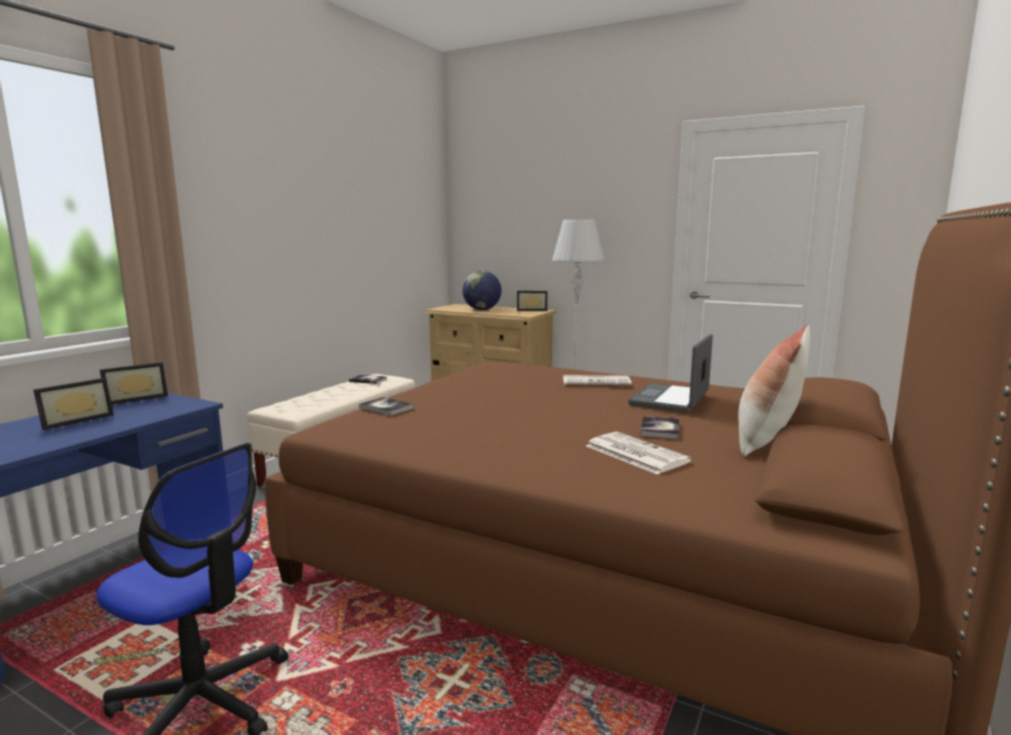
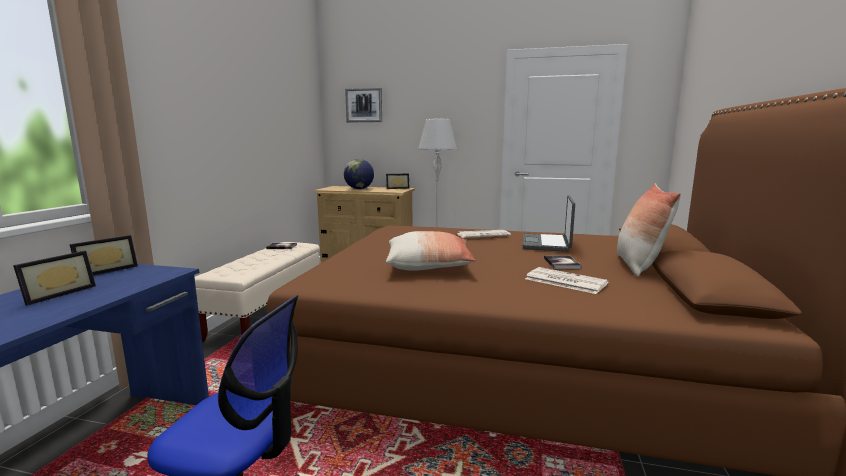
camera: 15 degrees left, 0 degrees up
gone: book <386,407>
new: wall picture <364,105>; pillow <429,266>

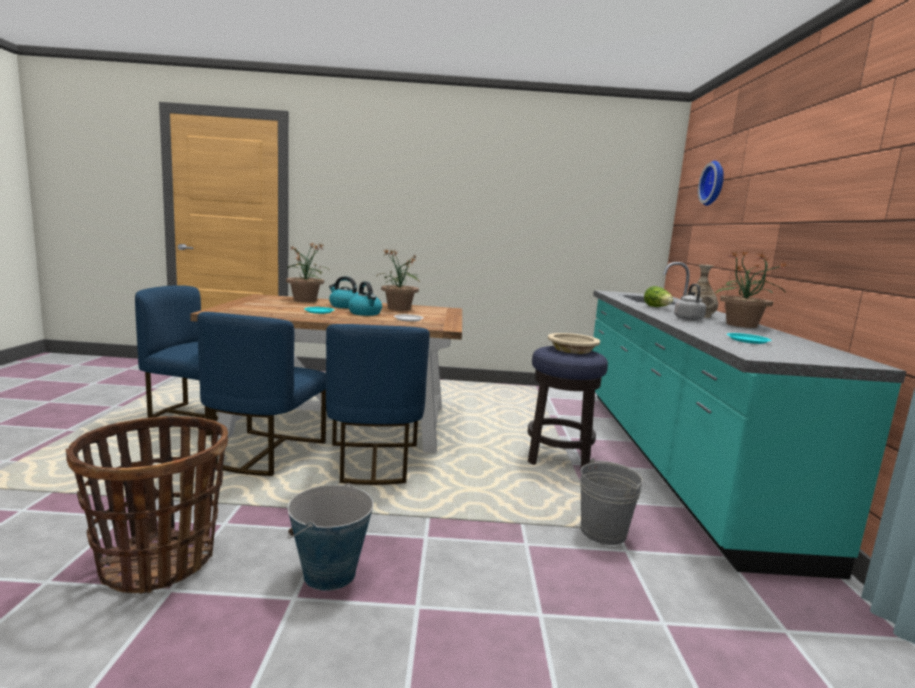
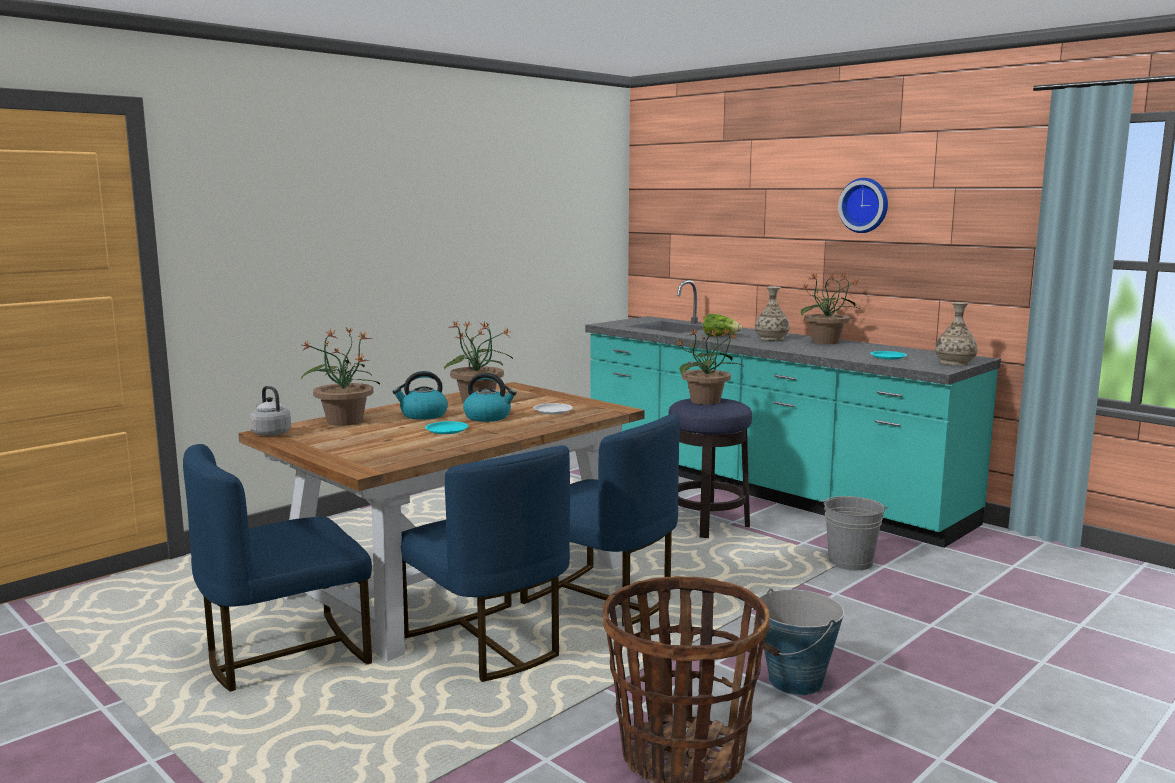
camera: 45 degrees left, 0 degrees up
new: flower vase <954,362>
shifted: greyish water kettle <687,319> to <270,433>; clock on the wall <714,183> to <865,205>
swapped: sand-coloured deep dish <572,349> to plant in a pot <706,401>

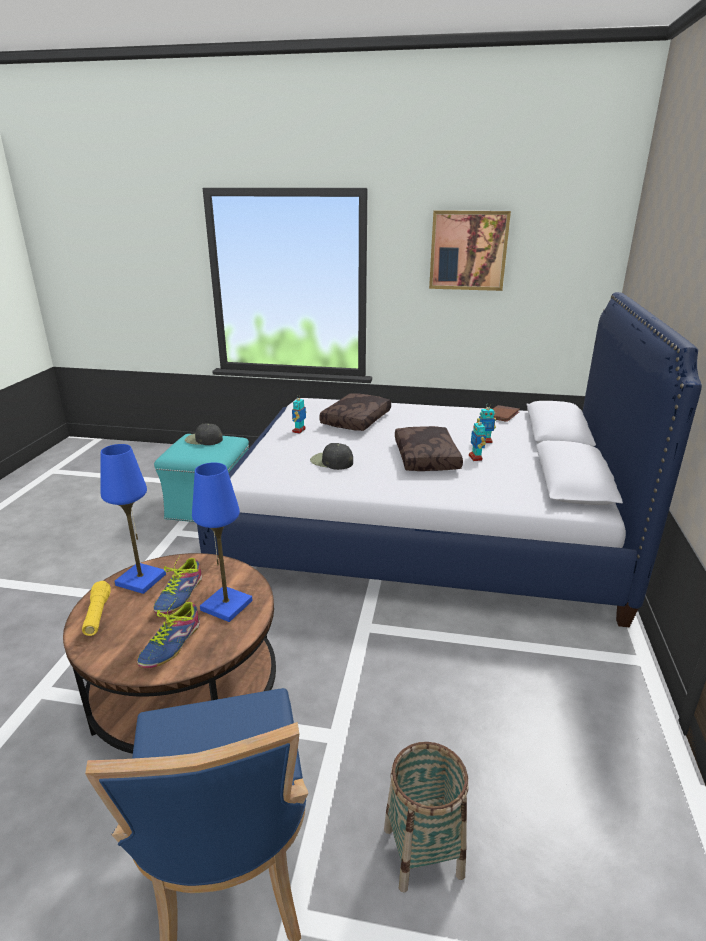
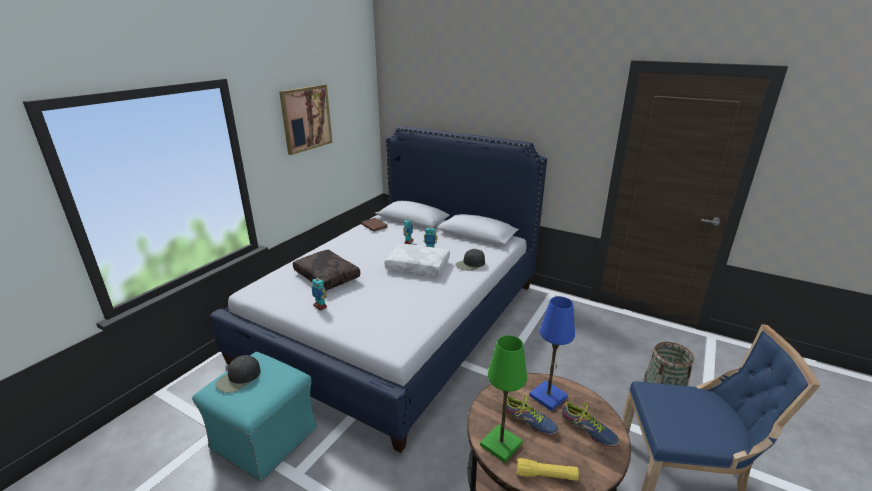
camera: 70 degrees left, 0 degrees up
shifted: black-coloured peaked cap <331,461> to <470,264>
repainted: brown pillow <427,458> to white-coloured pillow <418,265>; bluish tabletop lamp <141,580> to green tabletop lamp <501,444>

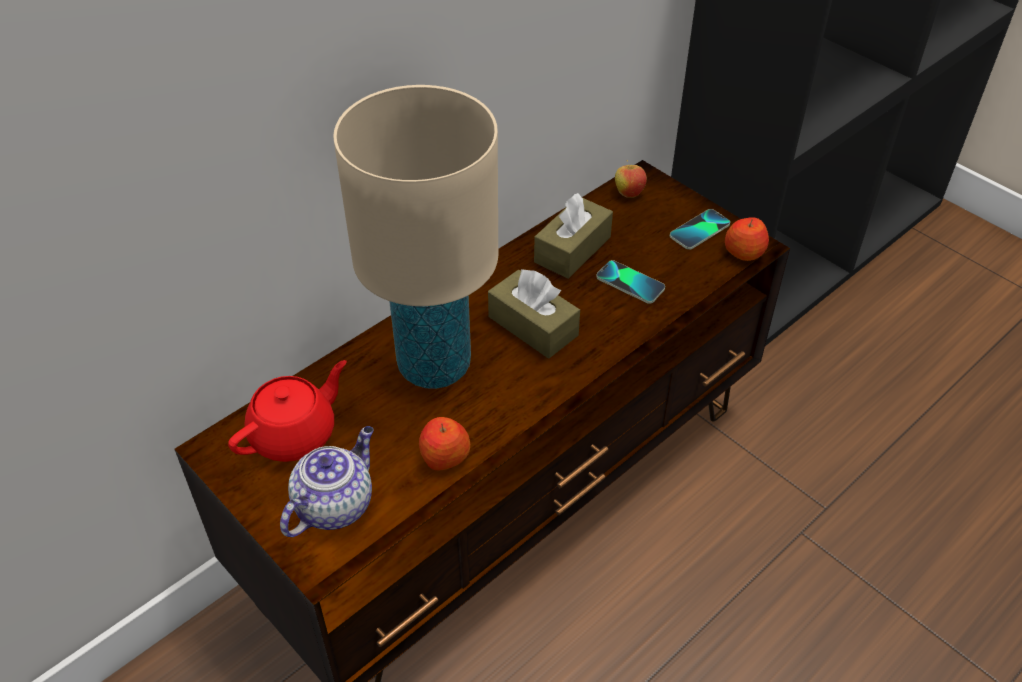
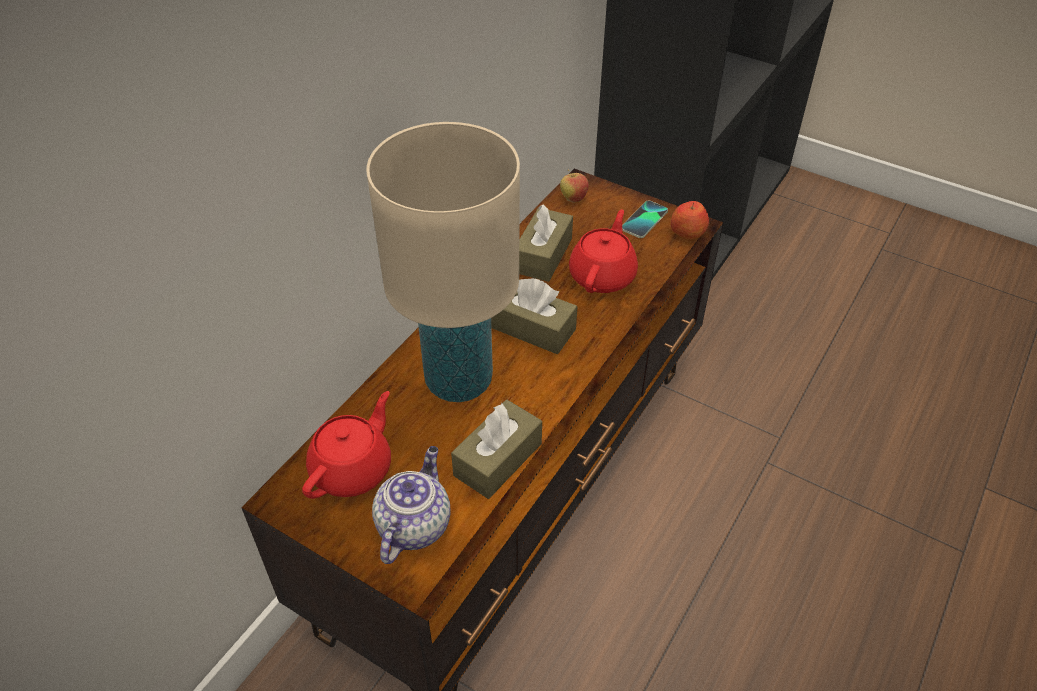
camera: 15 degrees left, 0 degrees up
swapped: apple <444,456> to brown box of tissues <498,459>; telephone <630,283> to red-coloured tea pot <603,275>

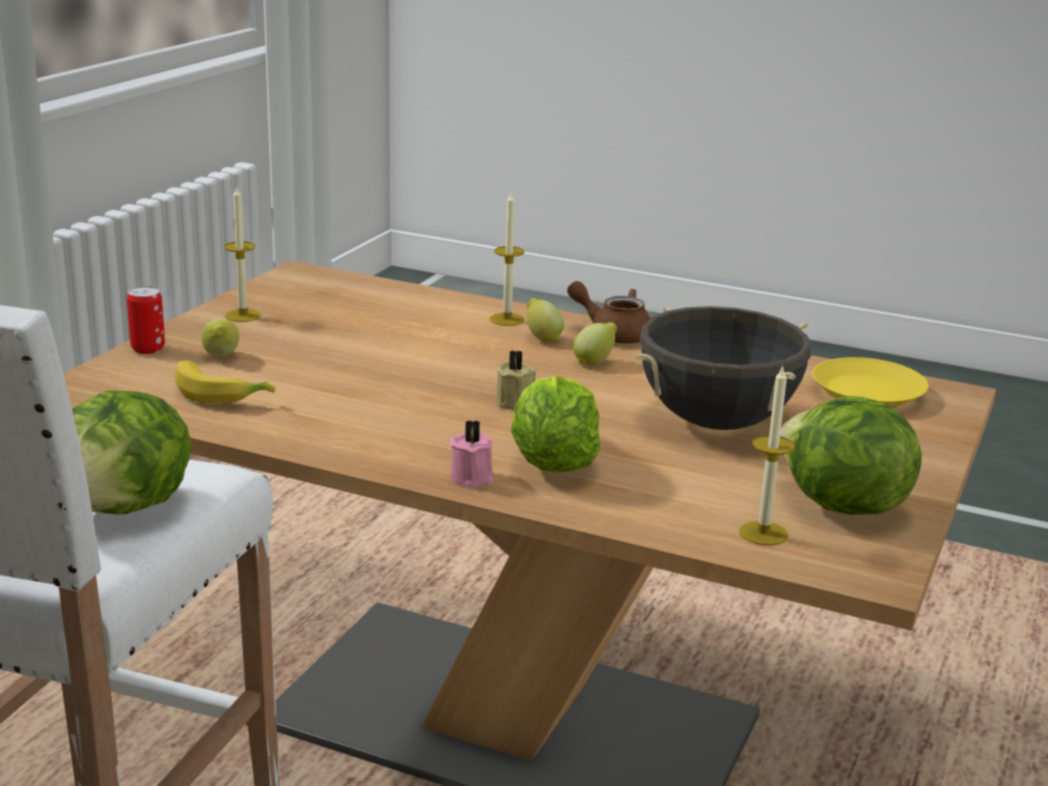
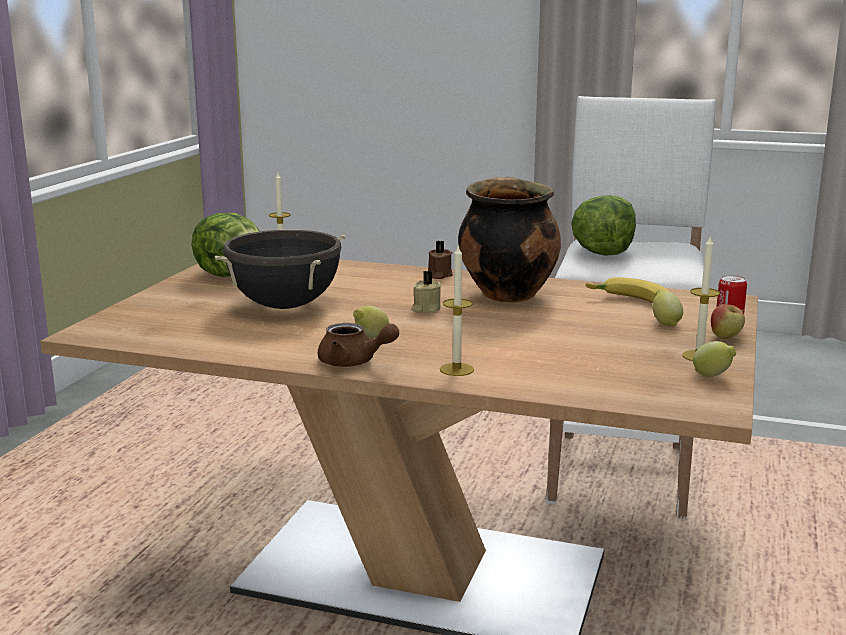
camera: 175 degrees right, 5 degrees down
gone: head of lettuce <552,463>; yellowish dinner plate <867,393>
new: stockpot <506,294>; apple <725,338>
shifted: lemon <542,338> to <713,376>
repainted: pink-coloured candle <473,476> to brown candle <439,275>

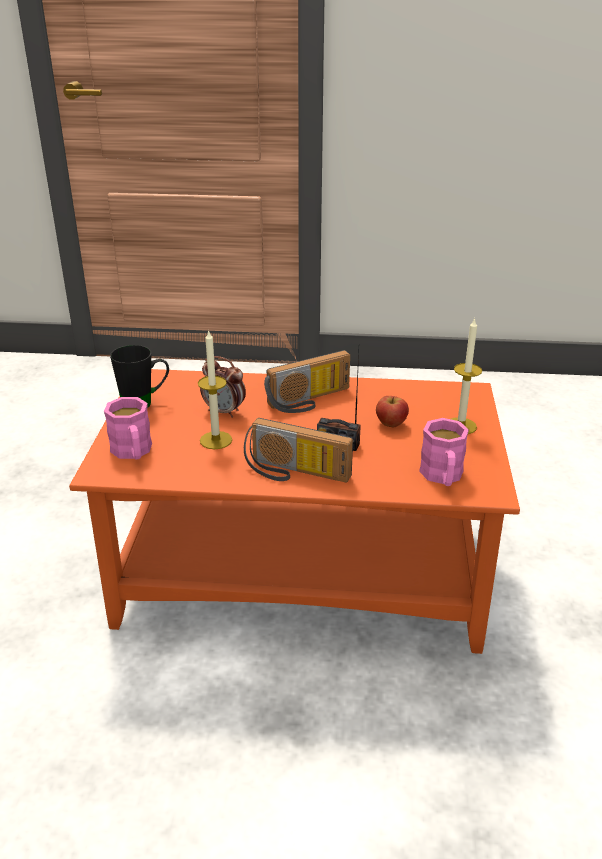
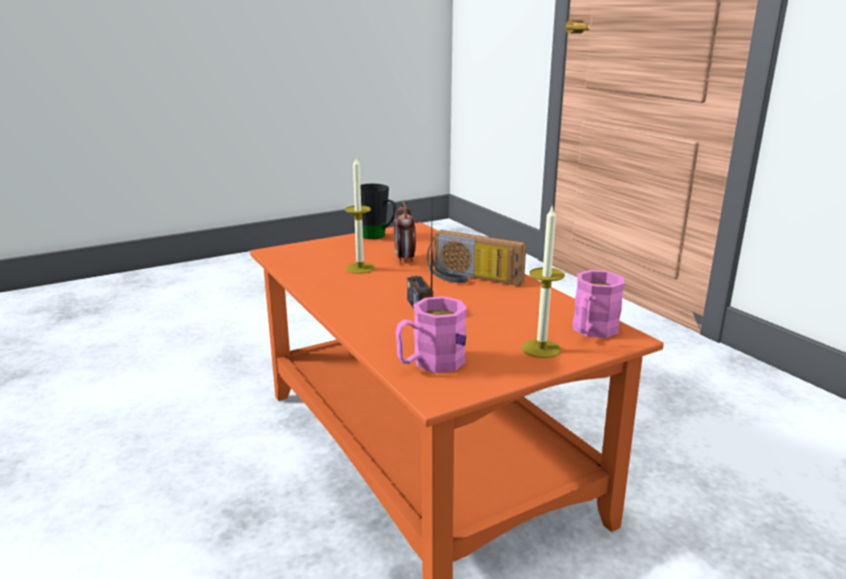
camera: 55 degrees right, 10 degrees down
gone: radio <294,473>; apple <391,424>
shifted: pink-coloured tea mug <133,452> to <591,331>

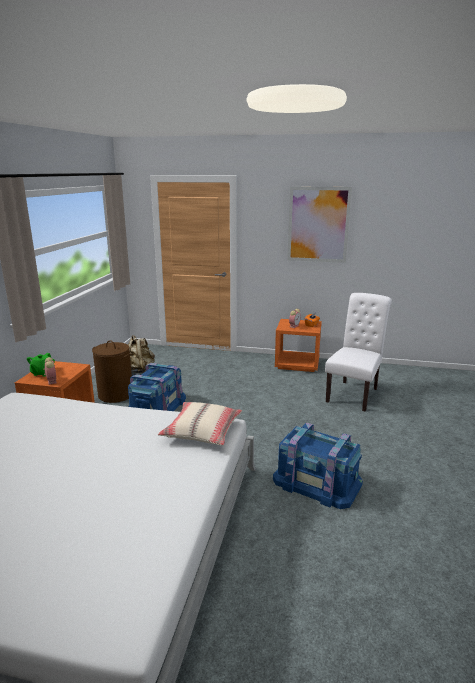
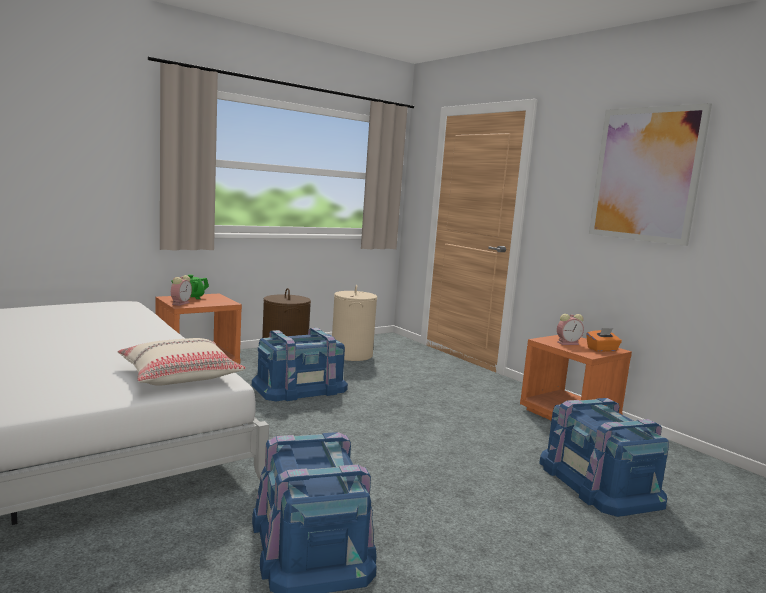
camera: 40 degrees right, 10 degrees down
swapped: sand-coloured knapsack <140,370> to sand-coloured laundry basket <351,354>; white-coloured plain chair <354,393> to bluish storage box <599,482>

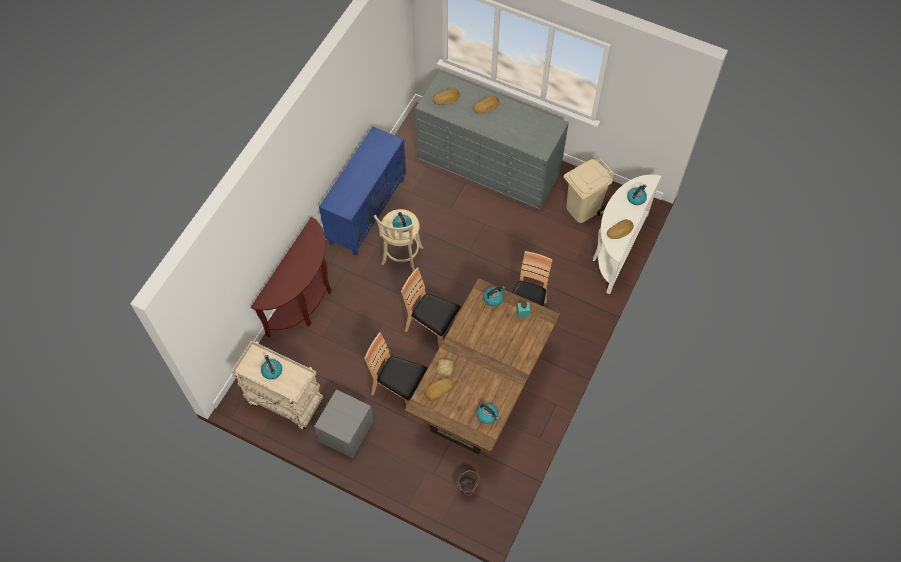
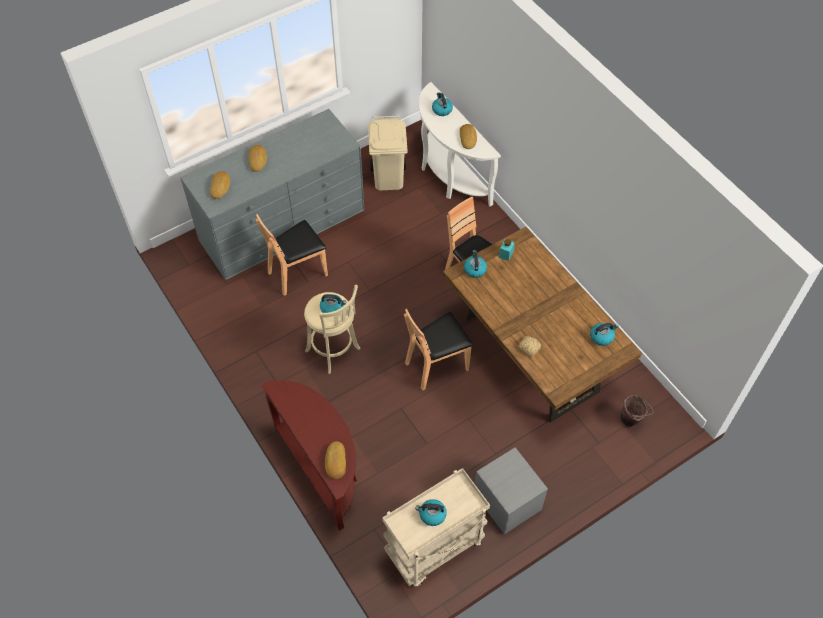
camera: 60 degrees left, 5 degrees down
gone: bluish cabinet <367,210>
shifted: brown plain chair <399,391> to <298,273>; baked bread <438,389> to <335,462>

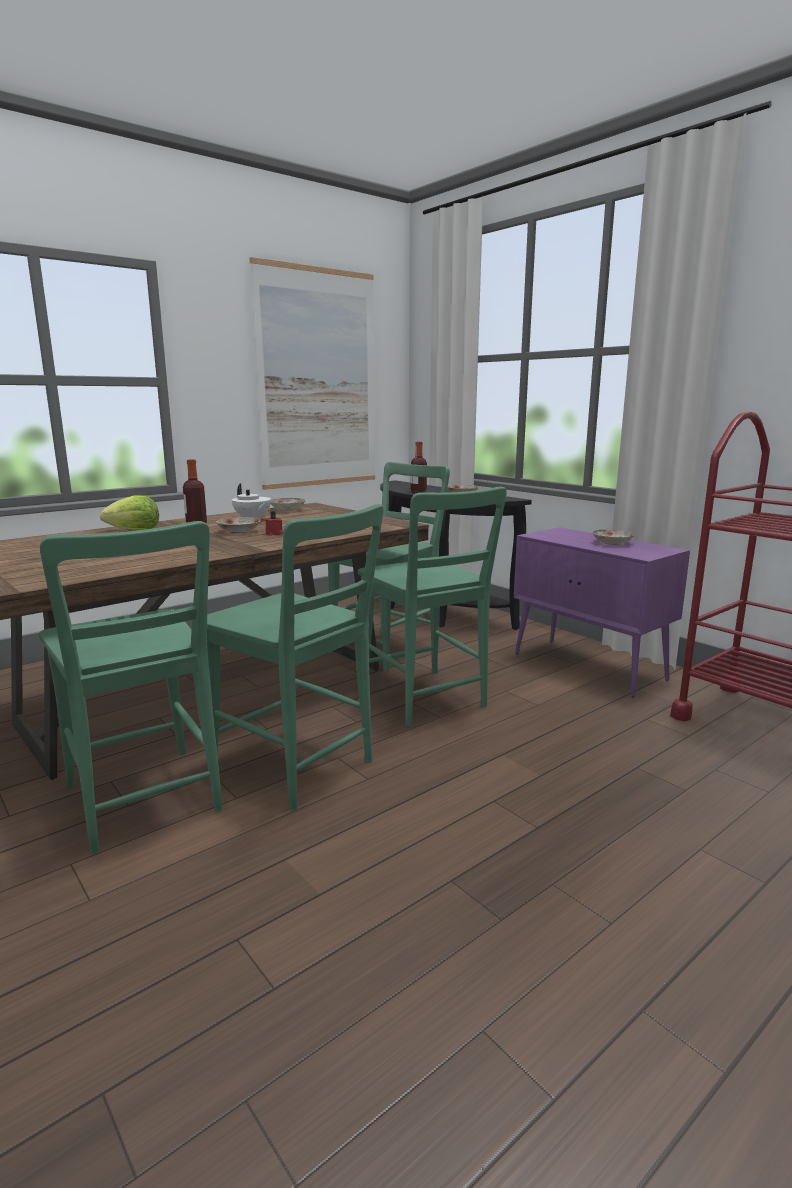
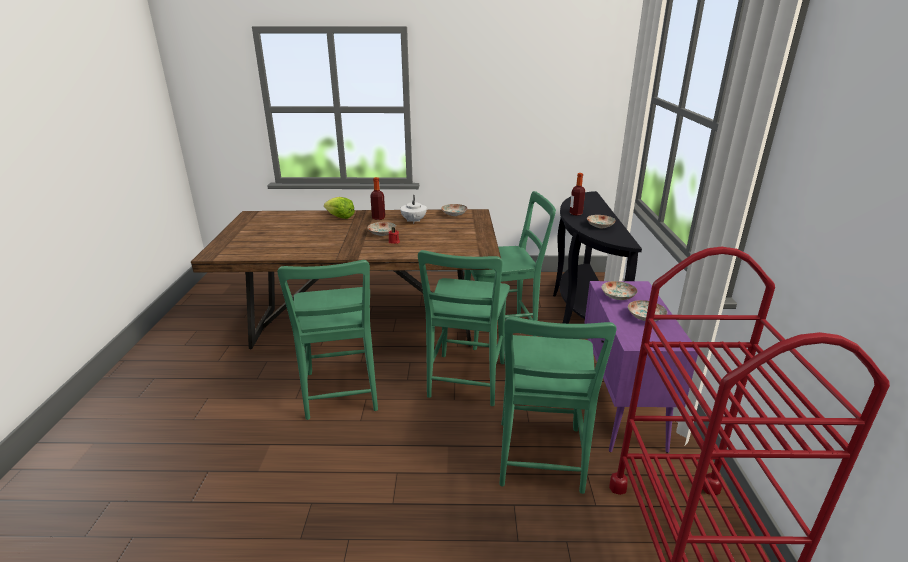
camera: 40 degrees right, 10 degrees up
gone: wall picture <318,380>
new: dinner plate <618,296>
shifted: green plain chair <145,802> to <540,460>

